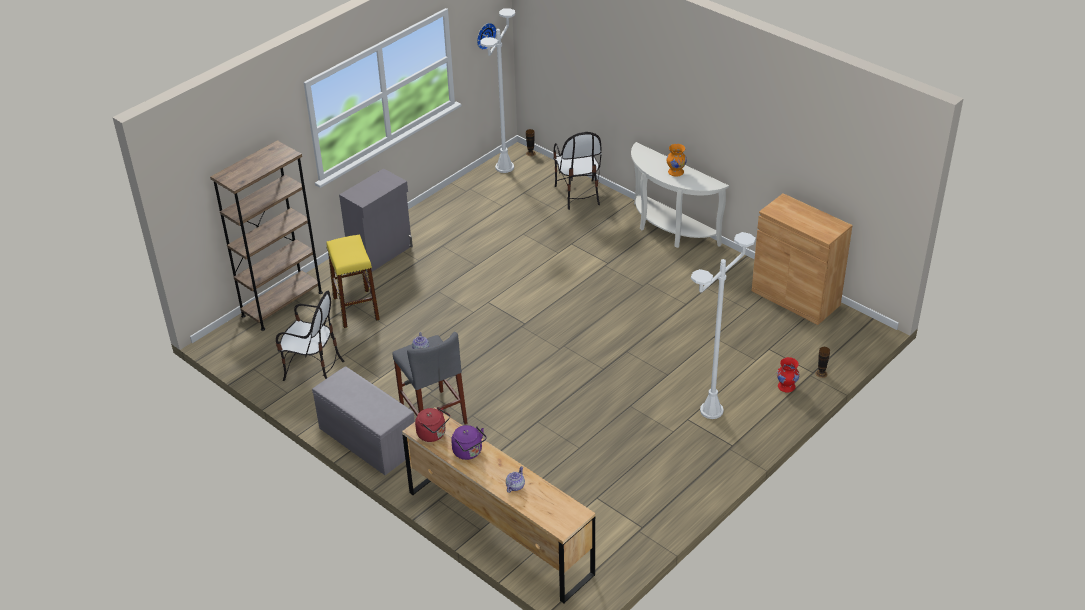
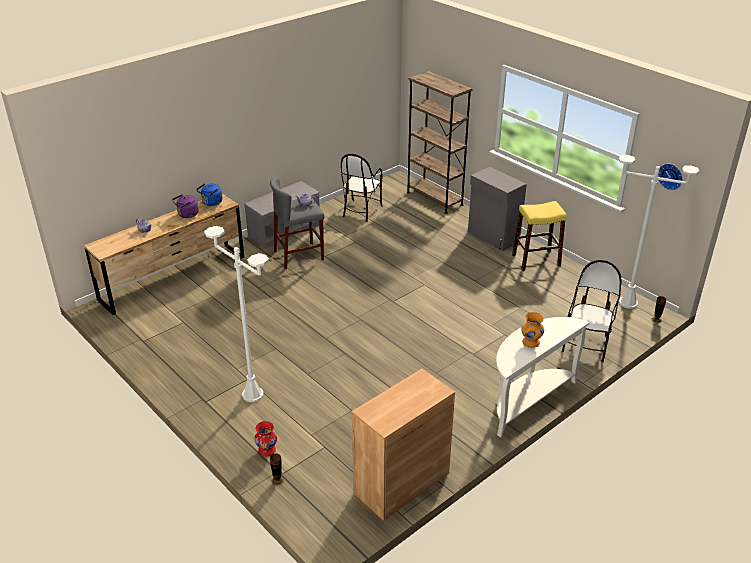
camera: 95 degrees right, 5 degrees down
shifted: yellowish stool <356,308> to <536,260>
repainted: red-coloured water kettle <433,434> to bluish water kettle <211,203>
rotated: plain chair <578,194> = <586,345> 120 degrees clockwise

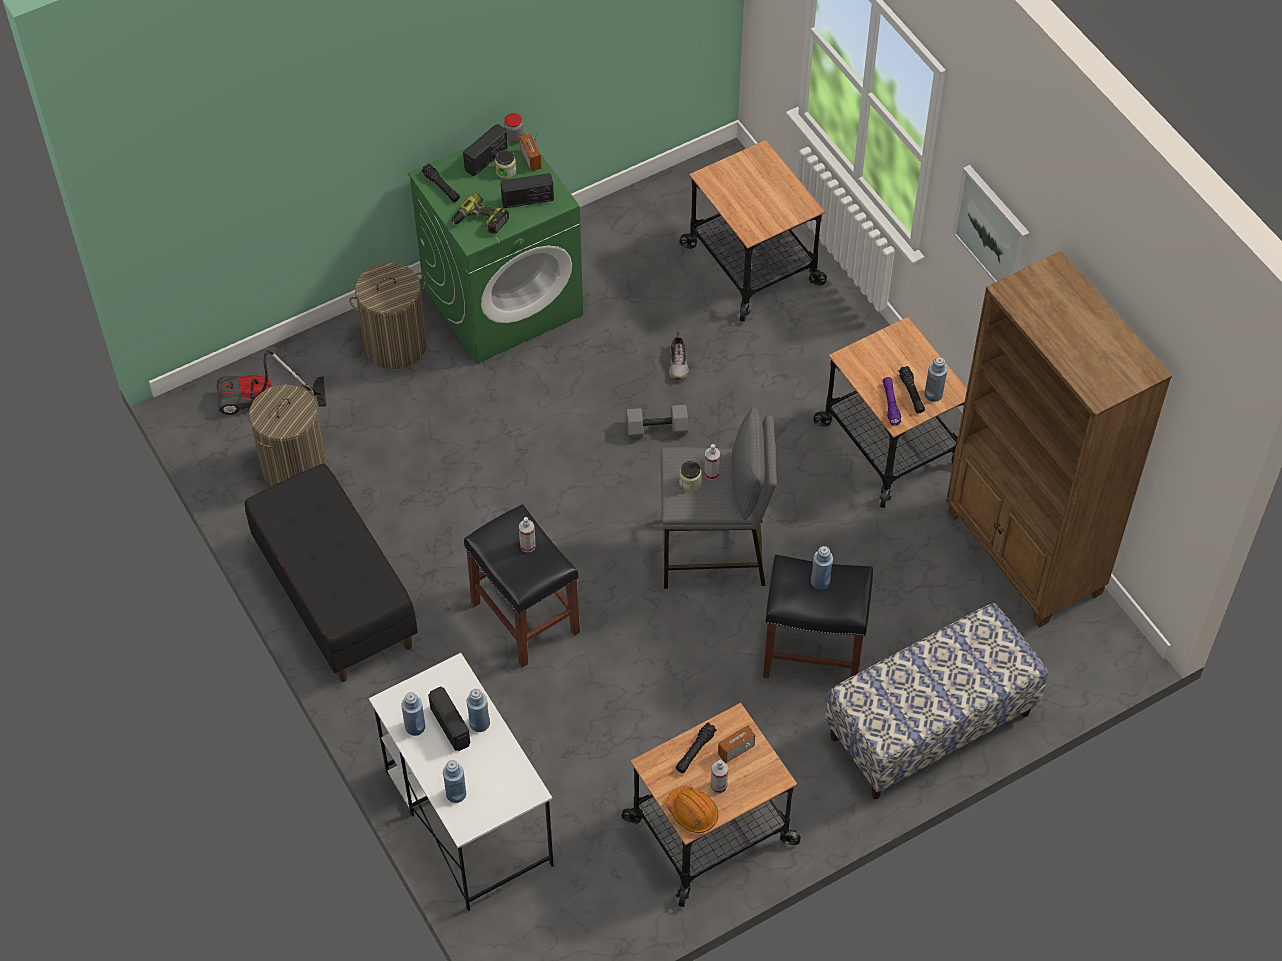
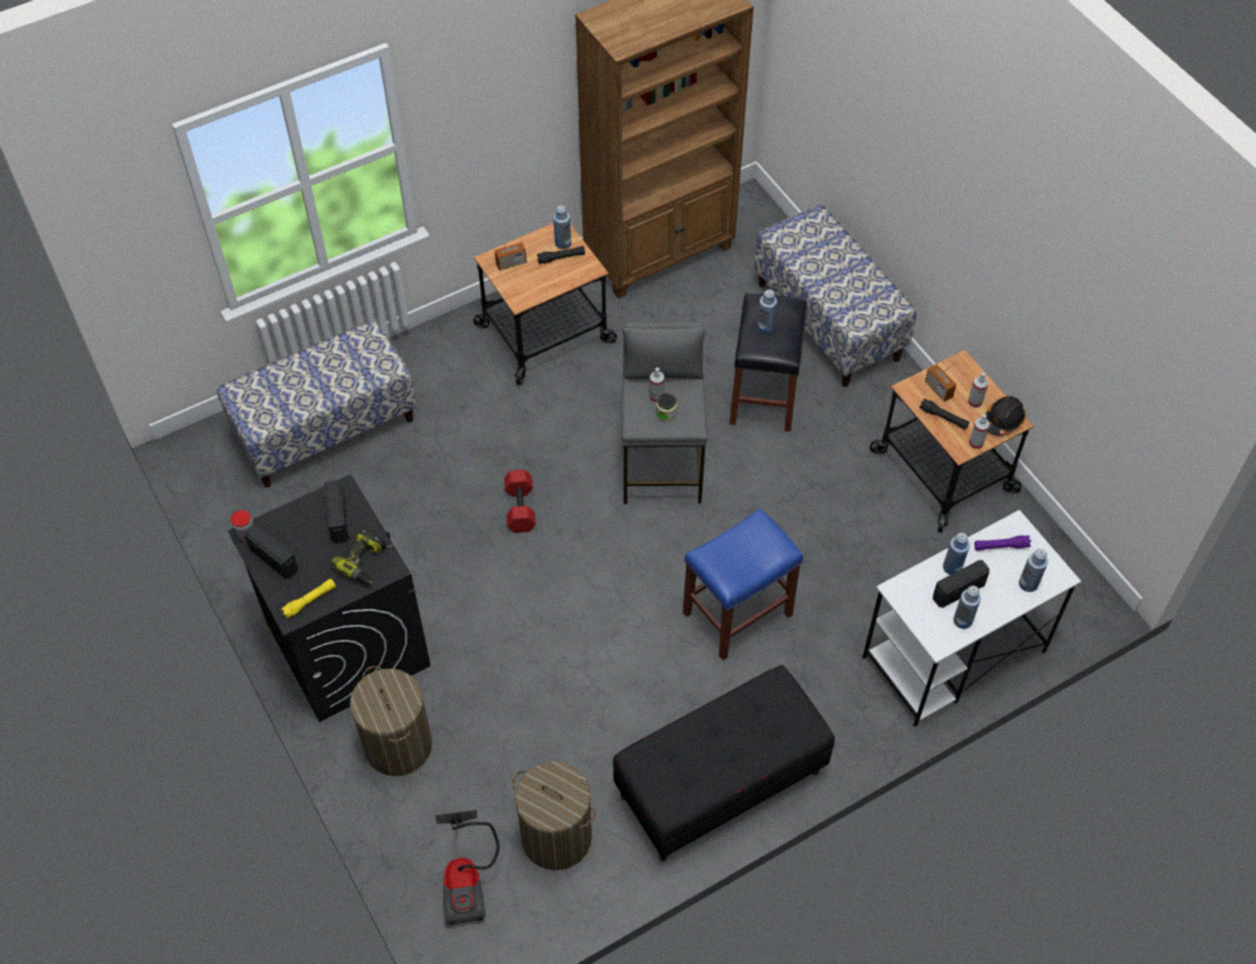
camera: 90 degrees left, 0 degrees up
gone: storage jar <505,171>; low shoe <678,363>; wall picture <993,231>
shifted: radio <530,159> to <511,263>; hand sprayer <527,546> to <976,443>; purplish torch <890,404> to <1001,546>
swapped: cart <753,264> to bench <326,428>
repainted: green laundry machine <503,299> to black-coloured laundry machine <346,643>; black-coloured torch <441,187> to yellowish torch <310,601>; greyish dumbbell <657,428> to red-coloured dumbbell <519,508>; black-coloured stool <524,617> to bluish stool <736,615>; orange work helmet <692,812> to black-coloured work helmet <1003,420>

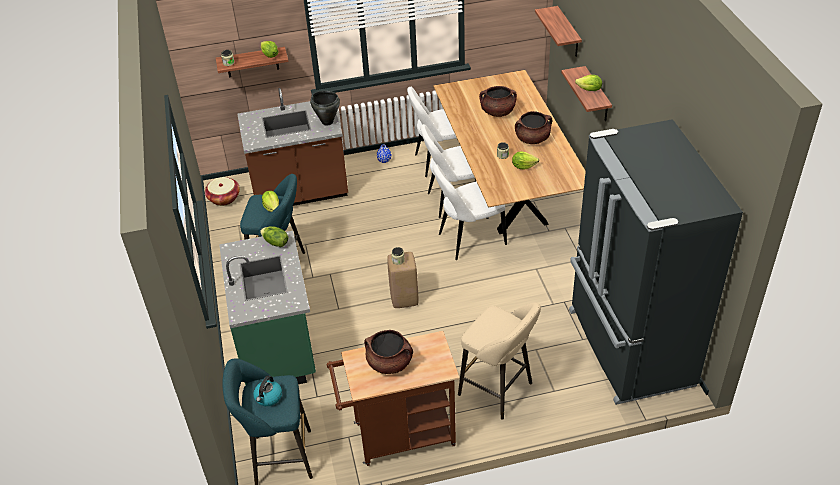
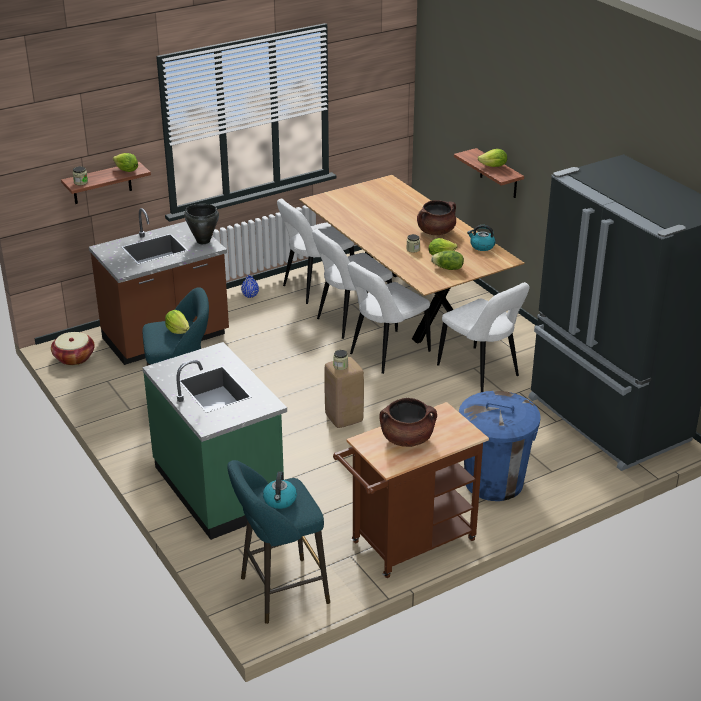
camera: 20 degrees left, 10 degrees down
gone: brown stockpot <497,112>; bracket shelf <568,33>
new: white-coloured plain chair <480,372>; water kettle <481,246>
shifted: head of lettuce <275,243> to <448,268>
swapped: sand-coloured stool <499,391> to bluish waste bin <494,482>

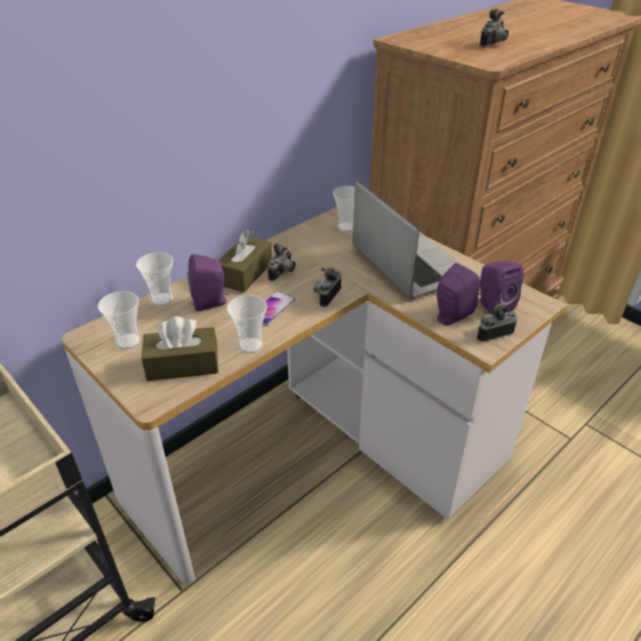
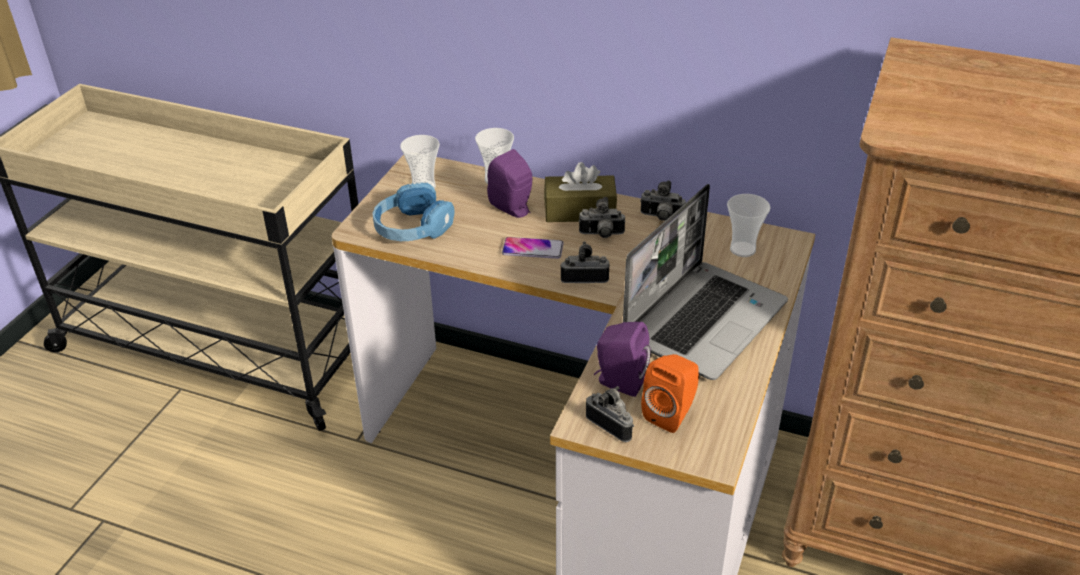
camera: 65 degrees right, 0 degrees up
gone: cup <250,345>
shifted: photo camera <493,44> to <661,217>
swapped: brown box of tissues <183,365> to bluish pair of headphones <412,228>
repainted: purplish speaker <492,305> to orange speaker <671,413>

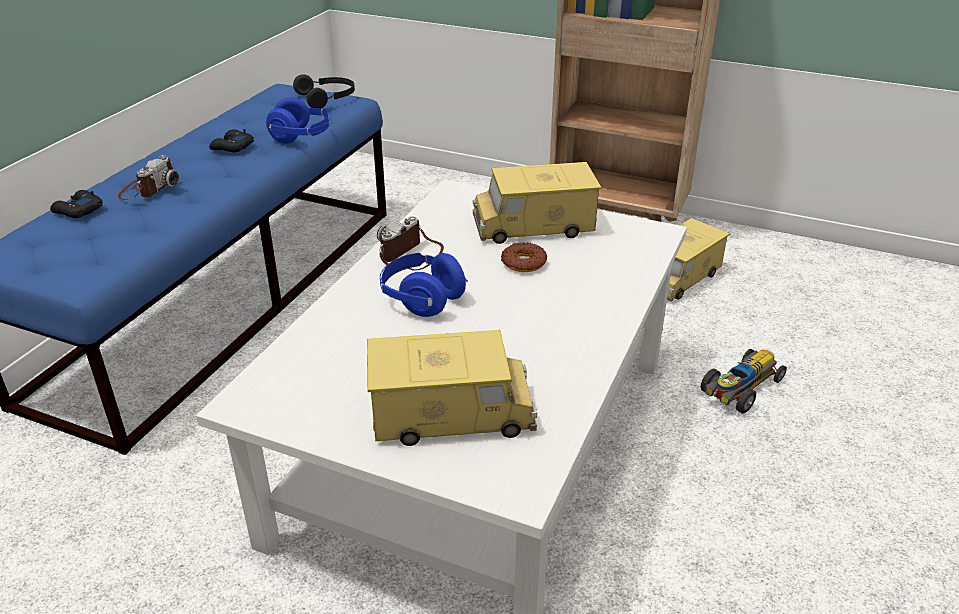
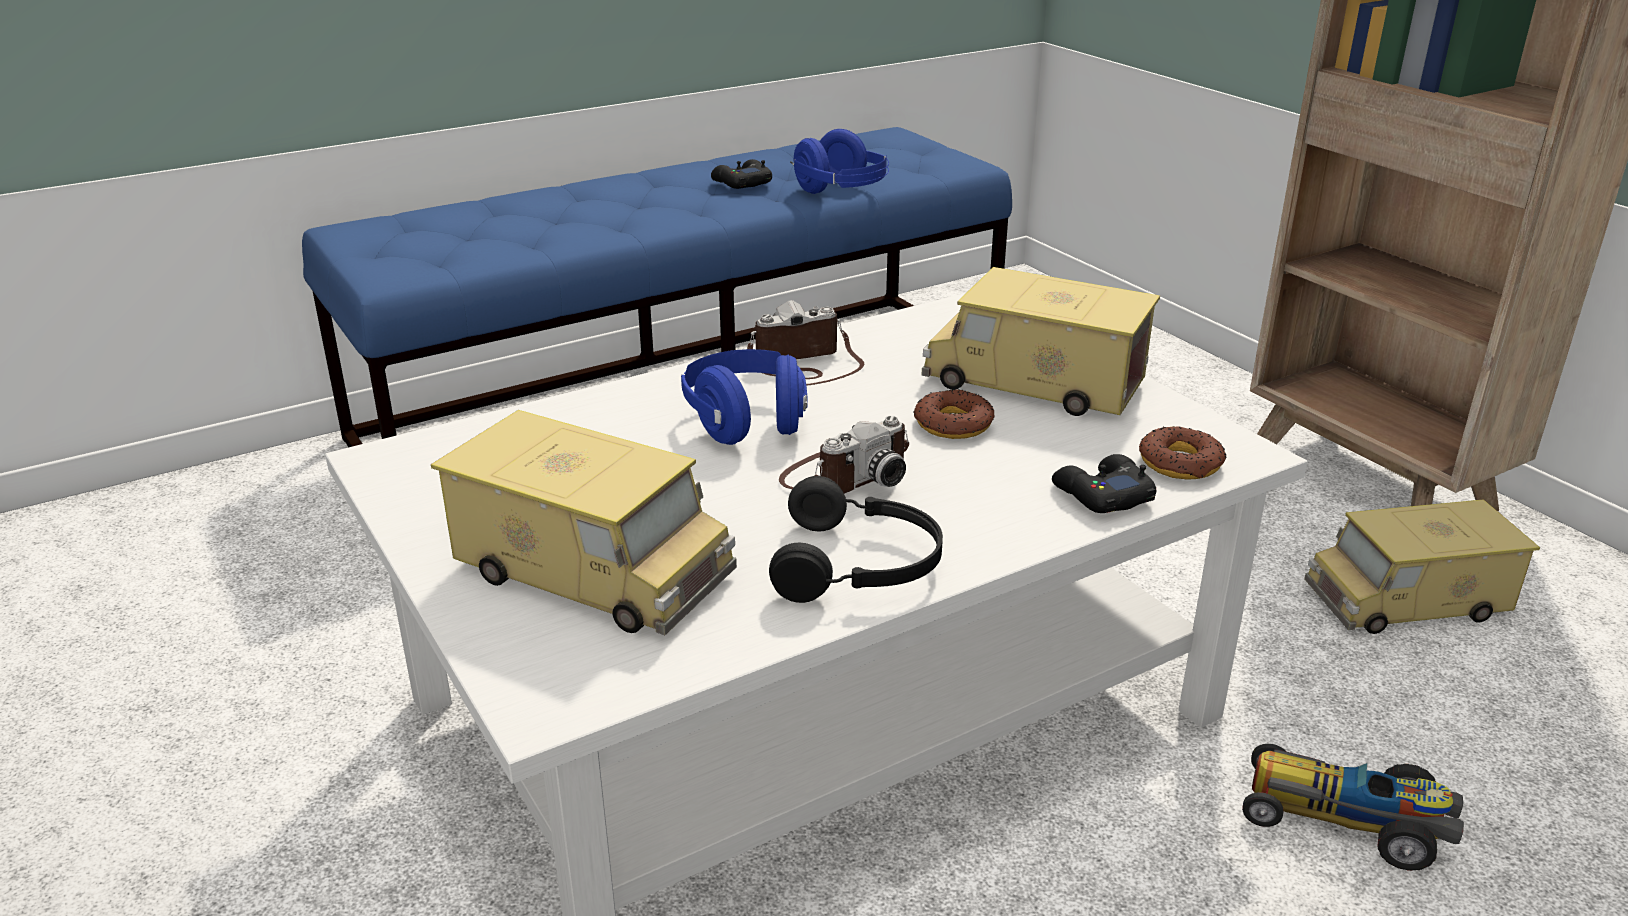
camera: 35 degrees right, 5 degrees down
new: donut <1180,463>
shifted: black-coloured pair of headphones <327,98> to <859,565>; photo camera <148,188> to <845,475>; black-coloured gamepad <78,210> to <1101,494>
rotated: toy car <740,389> = <1347,820> 150 degrees counterclockwise

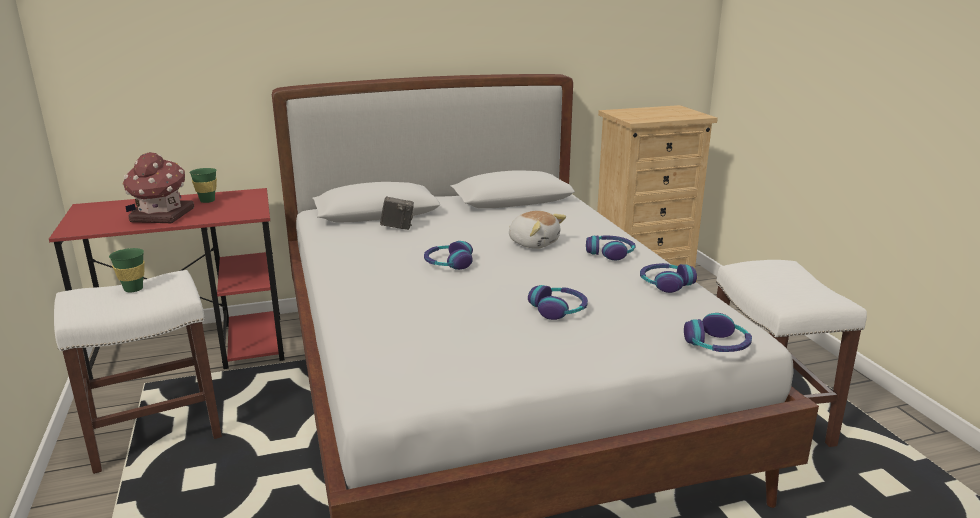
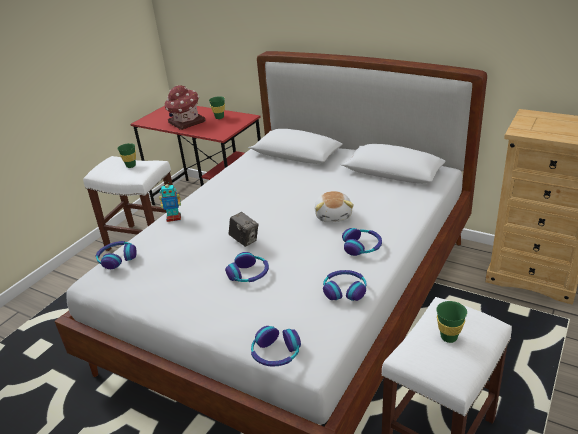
camera: 50 degrees right, 10 degrees up
new: toy robot <174,218>; green cup <448,337>
shifted: pair of headphones <448,263> to <117,258>; photo camera <397,228> to <244,240>

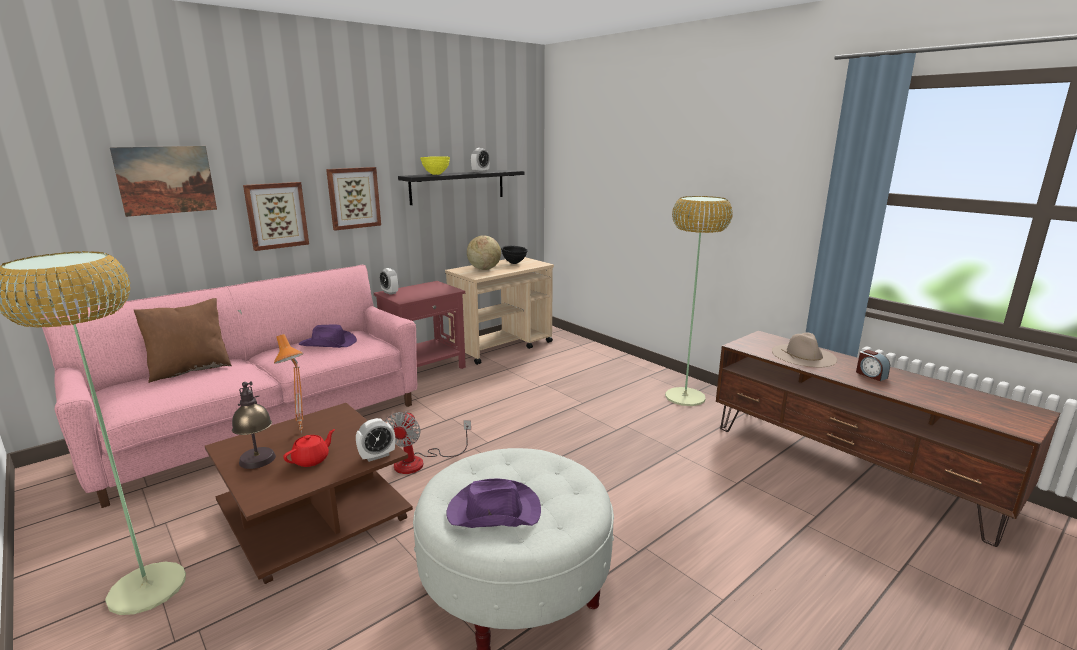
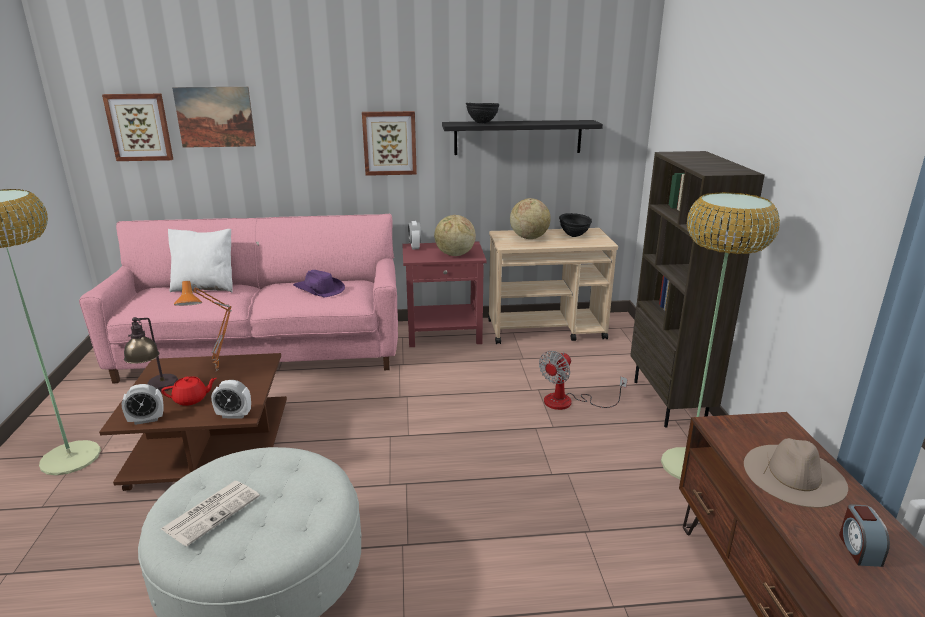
camera: 35 degrees right, 5 degrees up
new: desk globe <454,255>; brown bookshelf <669,402>
shifted: wall picture <276,215> to <139,127>; alarm clock <480,172> to <146,420>; electric fan <419,462> to <568,402>
swapped: purplish hat <493,511> to daily paper <212,511>
repainted: brown pillow <190,370> to white-coloured pillow <205,288>; yellowish deep dish <436,174> to black-coloured deep dish <482,123>

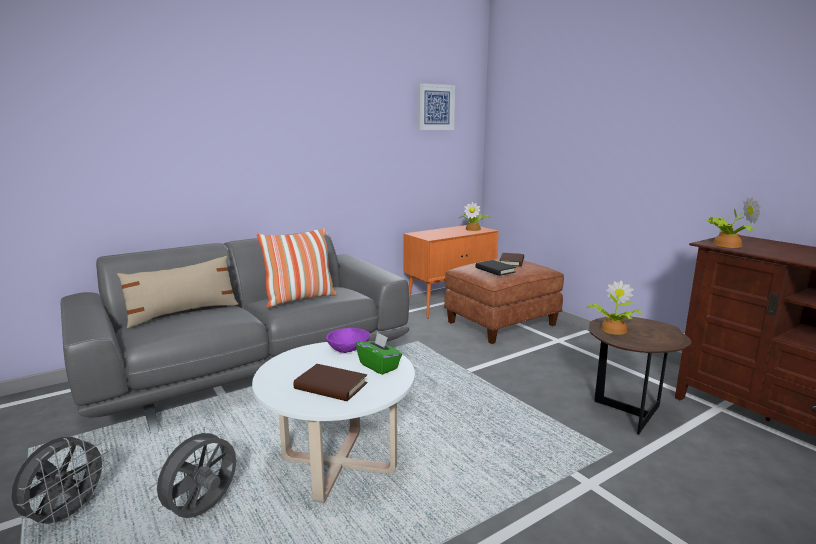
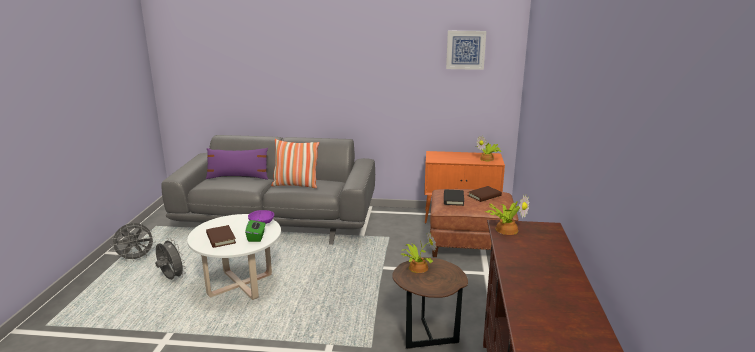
camera: 40 degrees right, 5 degrees up
repainted: sand-coloured pillow <183,313> to purplish pillow <238,177>
rotated: greyish electric fan <203,511> = <171,278> 60 degrees clockwise

